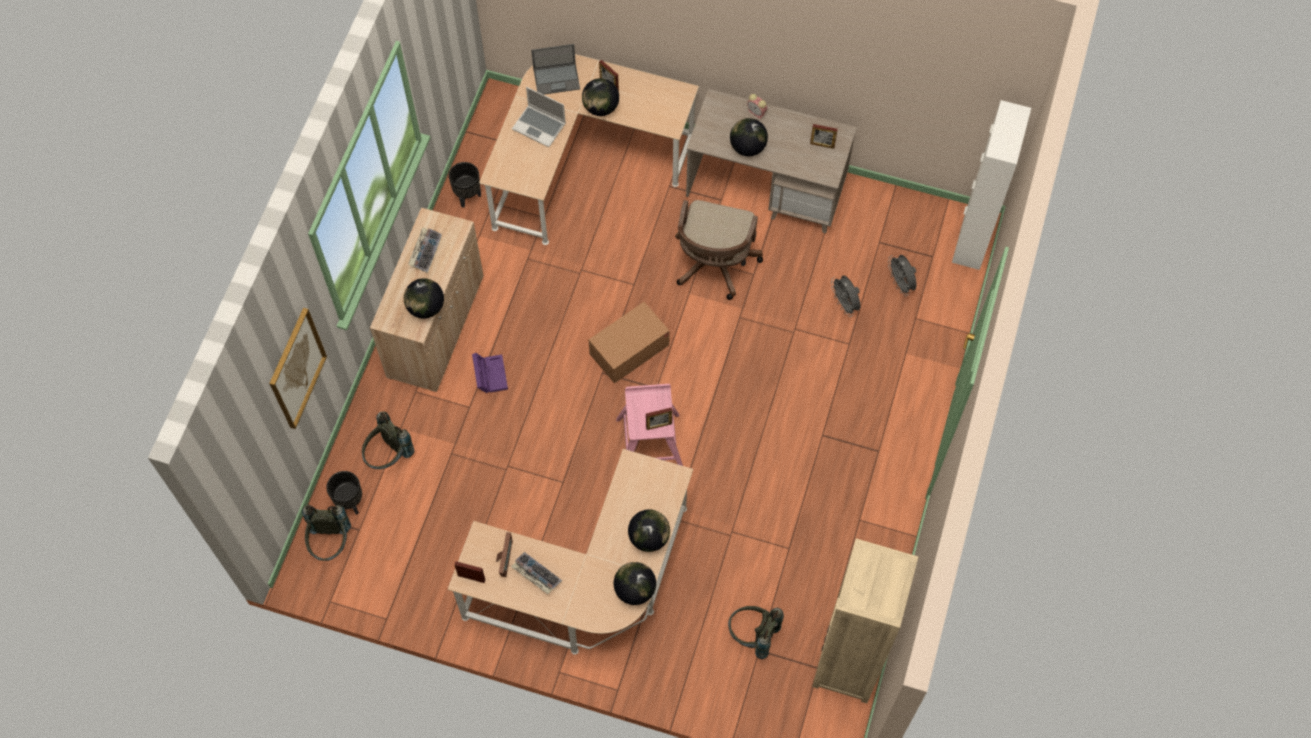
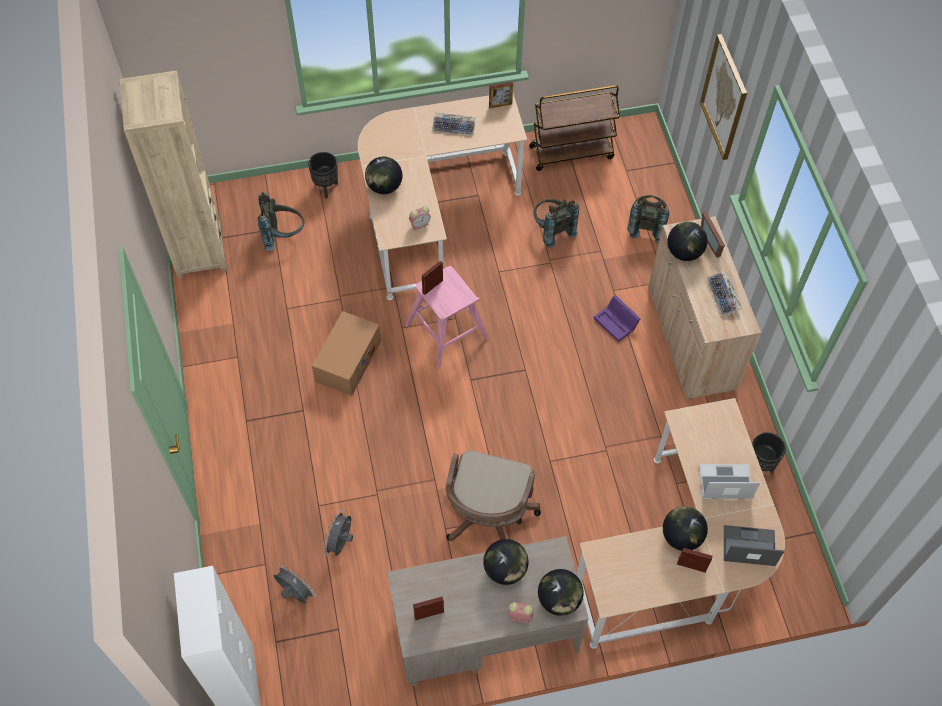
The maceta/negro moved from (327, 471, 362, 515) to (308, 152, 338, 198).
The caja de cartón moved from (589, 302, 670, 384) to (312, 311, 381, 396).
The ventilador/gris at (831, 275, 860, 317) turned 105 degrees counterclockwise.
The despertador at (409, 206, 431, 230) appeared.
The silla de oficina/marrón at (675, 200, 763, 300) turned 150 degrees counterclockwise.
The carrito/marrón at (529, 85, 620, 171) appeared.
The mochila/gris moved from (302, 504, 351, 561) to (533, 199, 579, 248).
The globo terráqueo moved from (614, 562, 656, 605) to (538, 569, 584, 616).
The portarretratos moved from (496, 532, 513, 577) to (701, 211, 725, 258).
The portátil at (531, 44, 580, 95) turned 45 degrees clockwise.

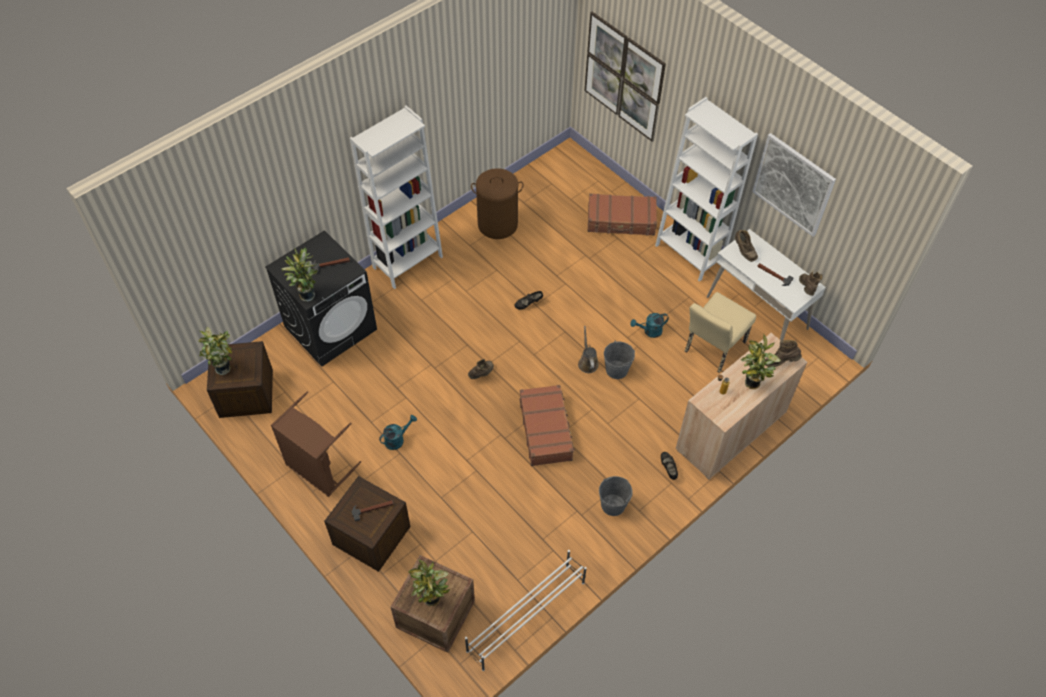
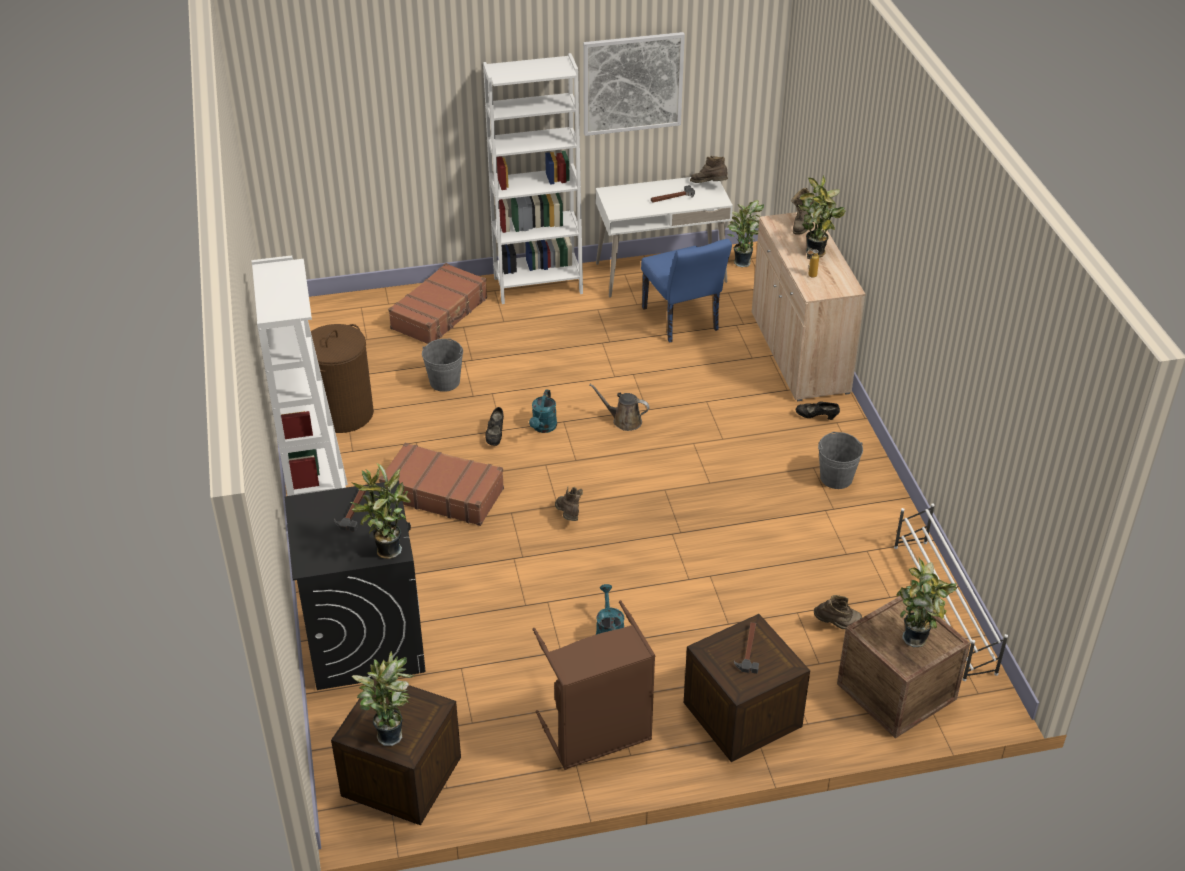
The maleta/marrón moved from (520, 385, 575, 466) to (379, 443, 504, 526).
The cubo/gris moved from (604, 340, 635, 379) to (422, 339, 463, 392).
The regadera/turquesa moved from (630, 313, 669, 338) to (529, 389, 557, 433).
The silla/beis at (685, 292, 756, 373) became the silla/azul at (641, 239, 732, 343).
The planta en maceta at (727, 200, 764, 267) appeared.
The bota/marrón moved from (735, 230, 758, 262) to (814, 595, 862, 629).
The cuadro at (585, 12, 666, 142) disappeared.

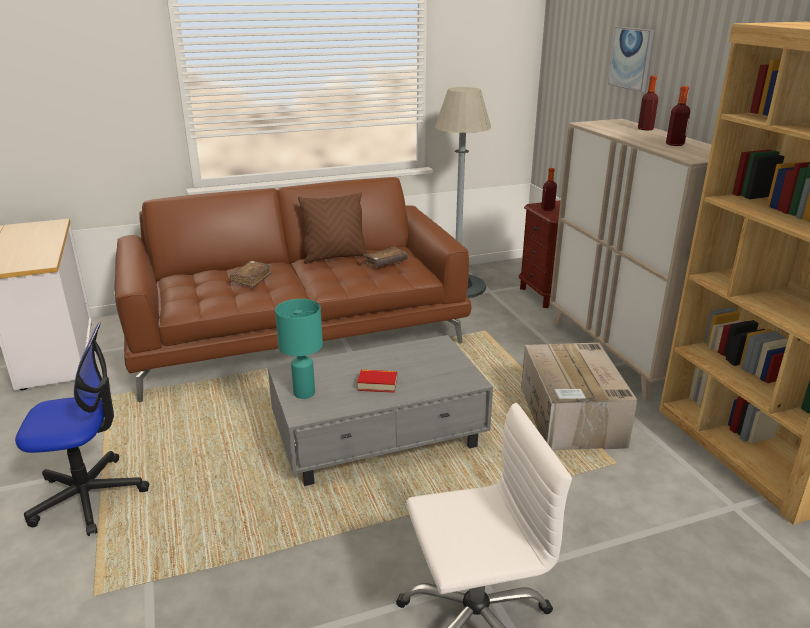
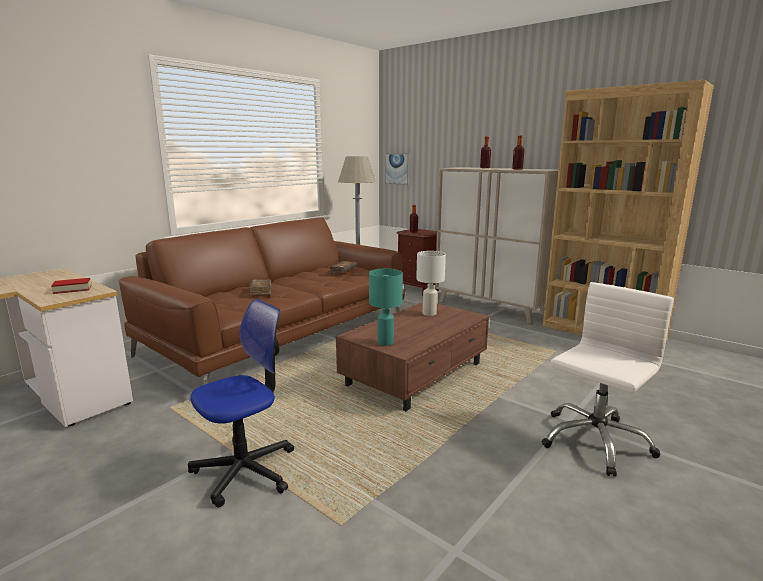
The libro moved from (357, 370, 397, 393) to (51, 278, 91, 294).
The mesa de centro/gris at (268, 335, 493, 486) became the mesa de centro/marrón at (336, 302, 489, 411).
The cuadro moved from (608, 27, 654, 92) to (385, 153, 410, 185).
The lámpara de mesa/blanco at (416, 251, 446, 316) appeared.
The cojín/marrón at (298, 192, 368, 264) disappeared.
The caja de cartón at (521, 343, 637, 450) disappeared.

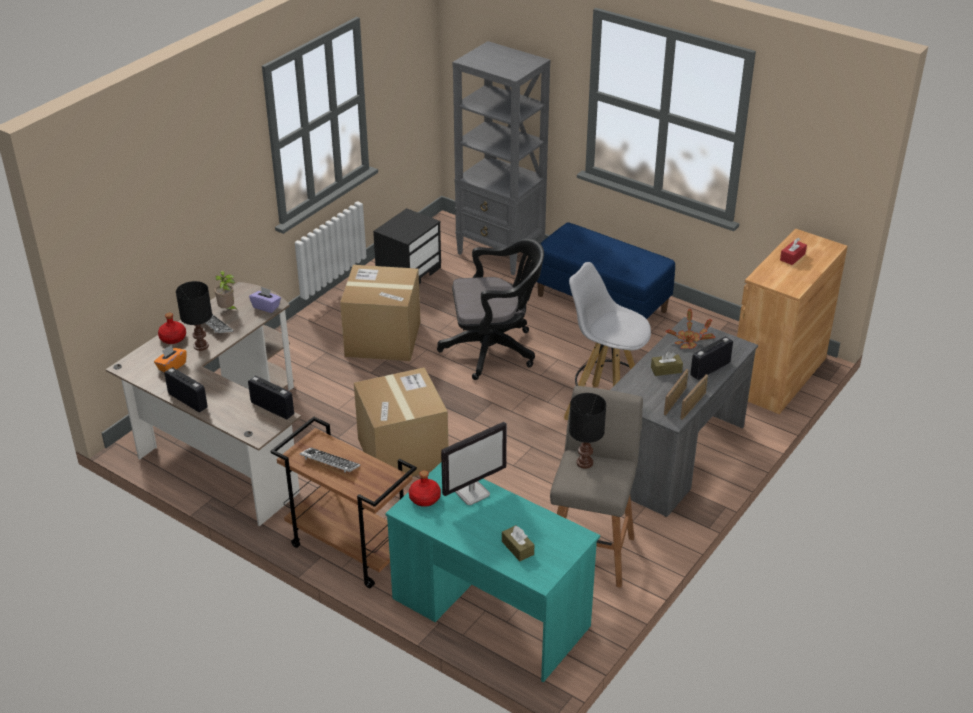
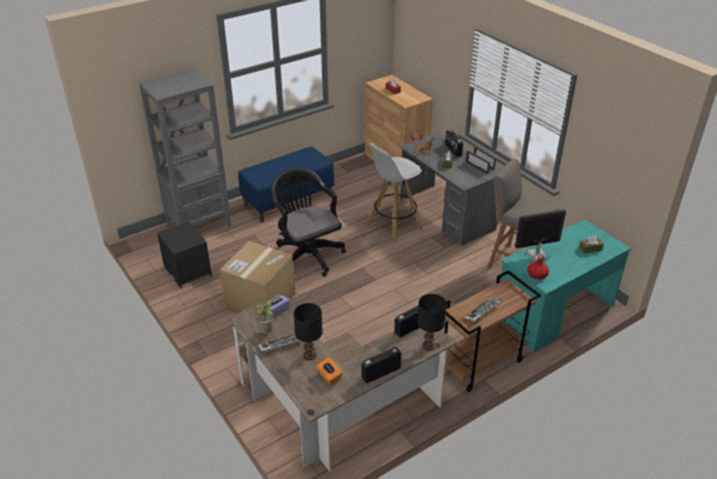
The silla de oficina/negro at (437, 238, 544, 380) turned 45 degrees counterclockwise.
The lámpara de mesa/negro moved from (569, 393, 606, 469) to (418, 294, 447, 350).
The monitor at (441, 422, 507, 505) turned 90 degrees counterclockwise.
The botella/rojo at (158, 313, 186, 344) disappeared.
The caja de cartón at (354, 367, 449, 477) disappeared.

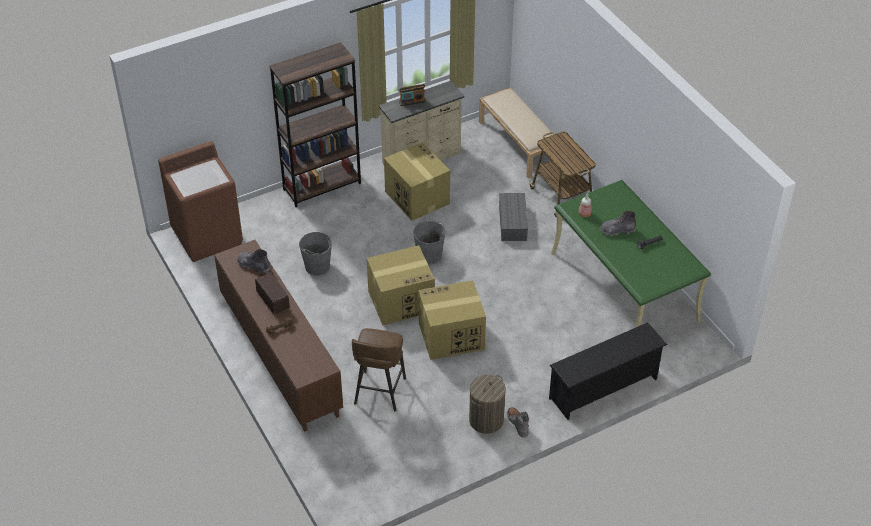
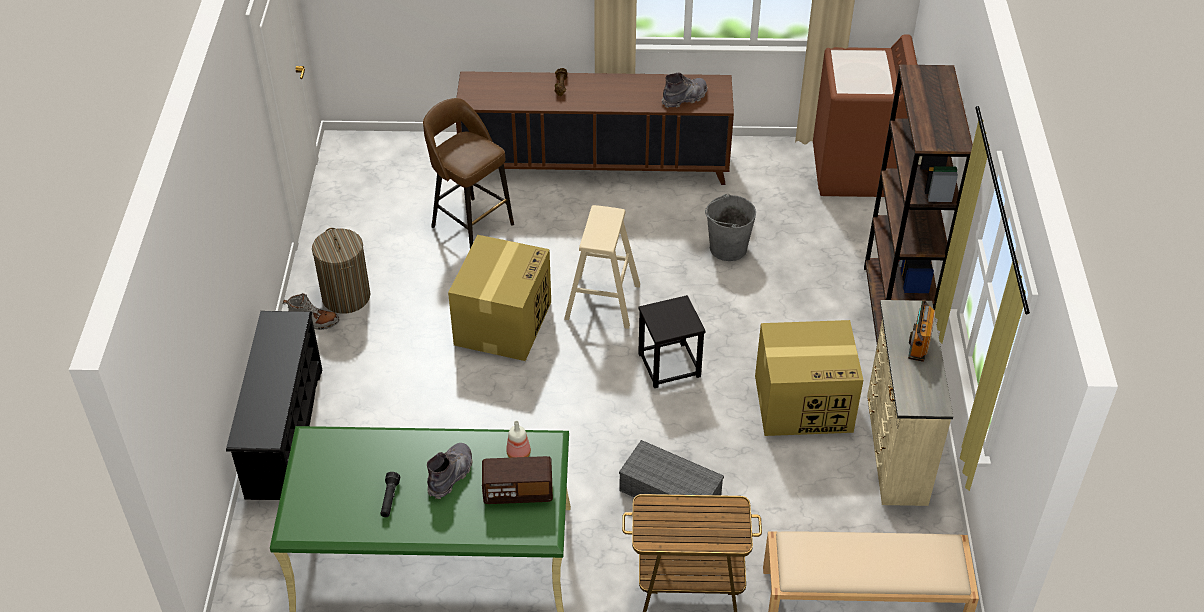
The radio moved from (255, 272, 290, 314) to (482, 456, 553, 504).
The caja de cartón at (367, 245, 435, 325) was replaced by the taburete/beis at (564, 205, 640, 329).
The cubo/gris at (413, 221, 446, 264) was replaced by the taburete/negro at (638, 295, 706, 388).

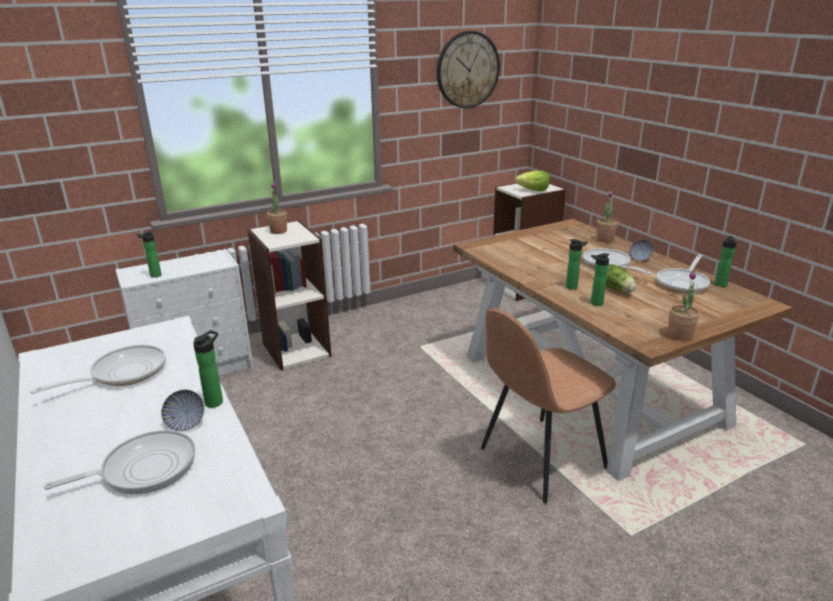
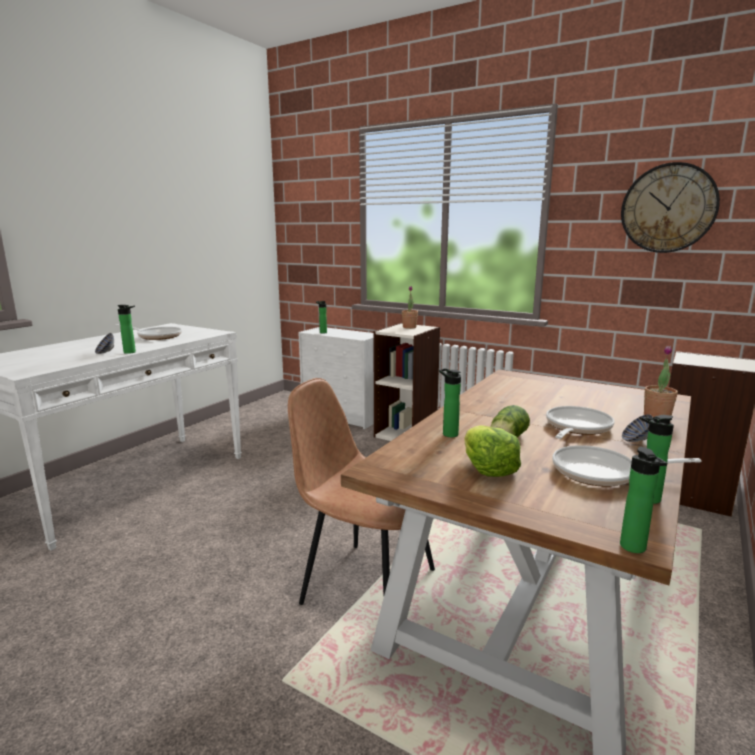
The lechuga moved from (515, 171, 550, 191) to (465, 425, 521, 477).
The botella moved from (566, 239, 588, 290) to (620, 447, 667, 553).
The sartén at (44, 430, 195, 495) disappeared.
The planta en maceta at (668, 271, 700, 341) disappeared.

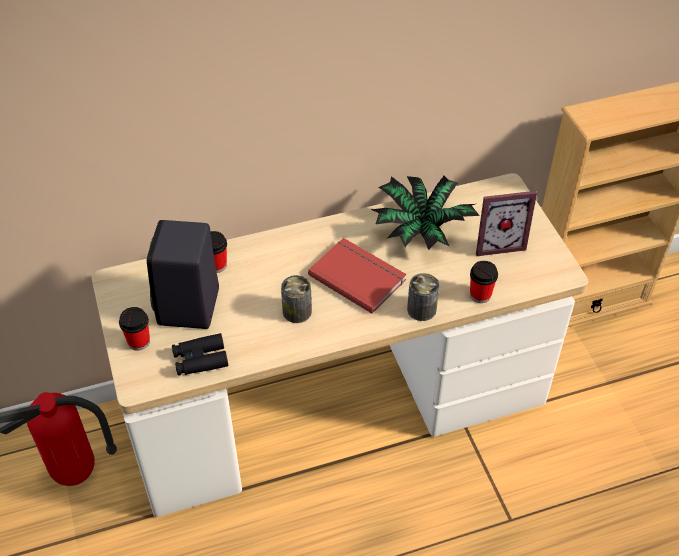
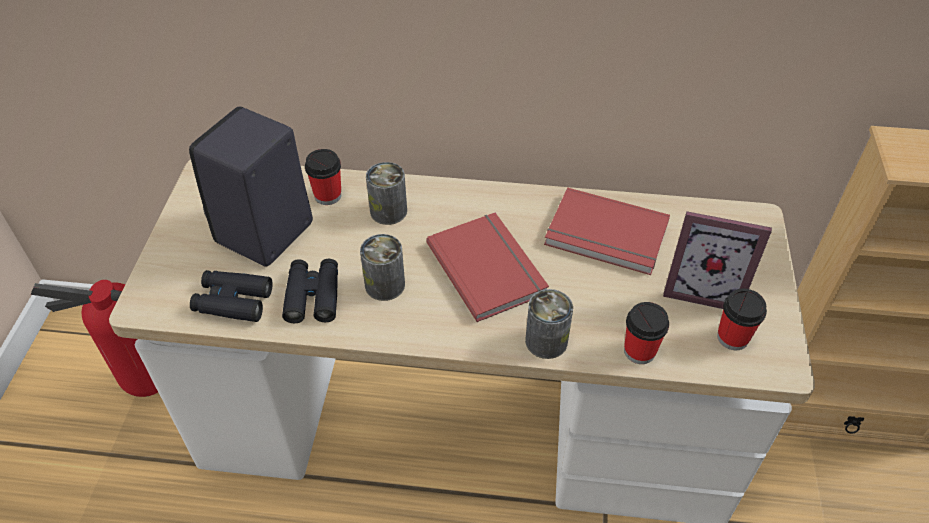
The prismáticos/negro at (282, 259, 338, 323) appeared.
The lata at (366, 162, 407, 225) appeared.
The planta en maceta at (370, 176, 480, 250) was replaced by the libro/rojo at (544, 187, 670, 275).
The taza moved from (119, 307, 150, 351) to (717, 288, 767, 350).

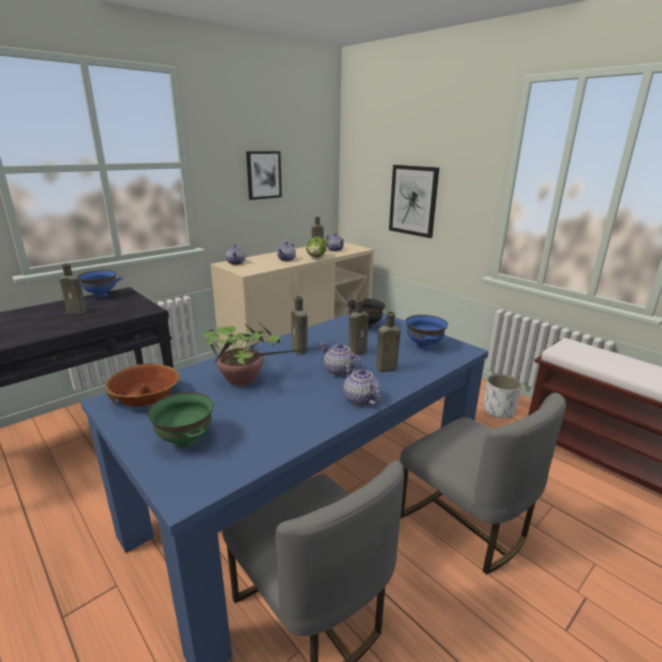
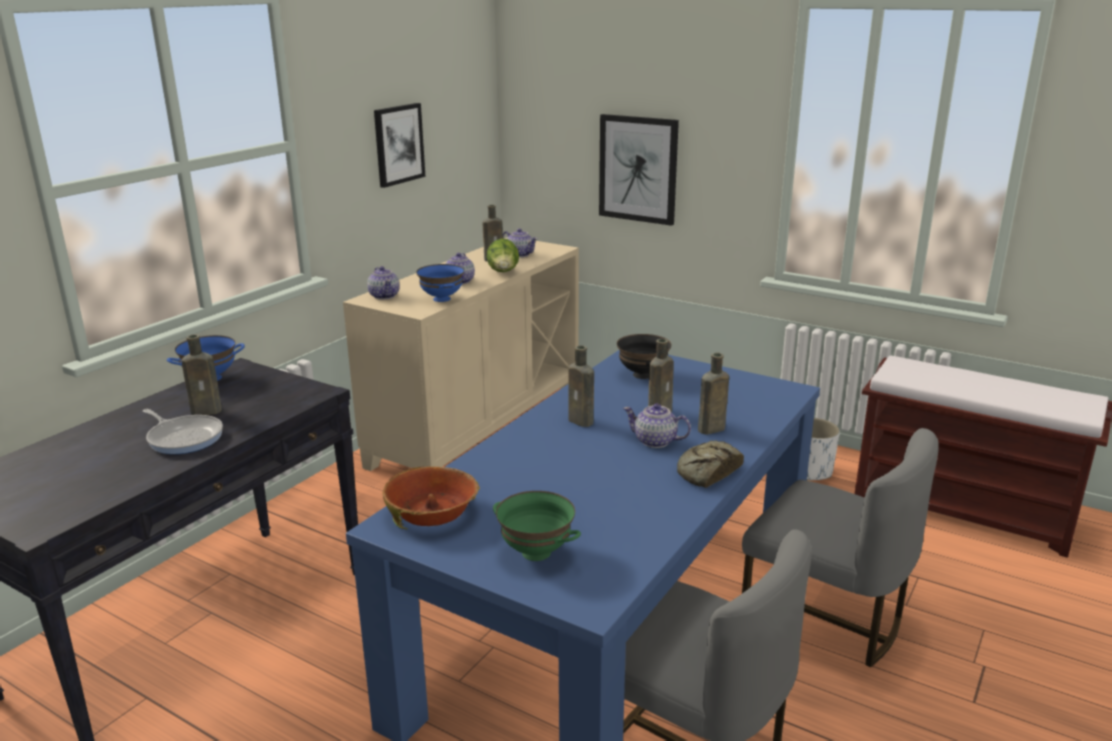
The sartén at (143, 409, 223, 454) appeared.
The cuenco/azul moved from (405, 315, 448, 349) to (416, 264, 464, 302).
The tetera at (344, 365, 381, 406) was replaced by the pan at (677, 440, 744, 488).
The planta en maceta at (199, 323, 326, 386) disappeared.

